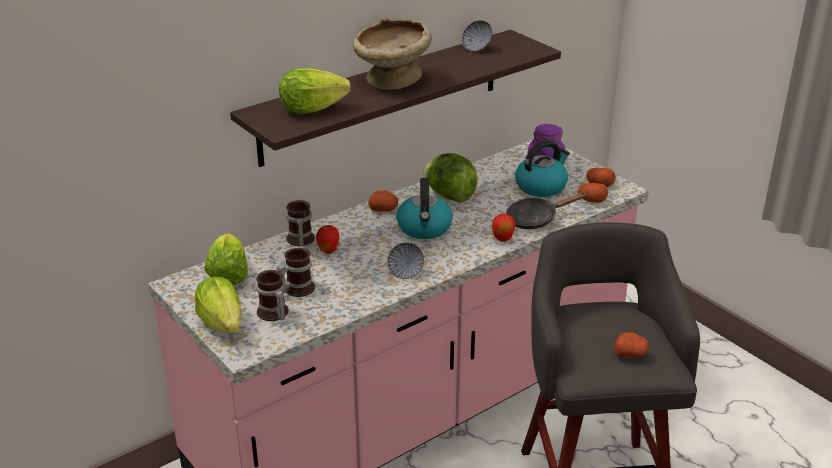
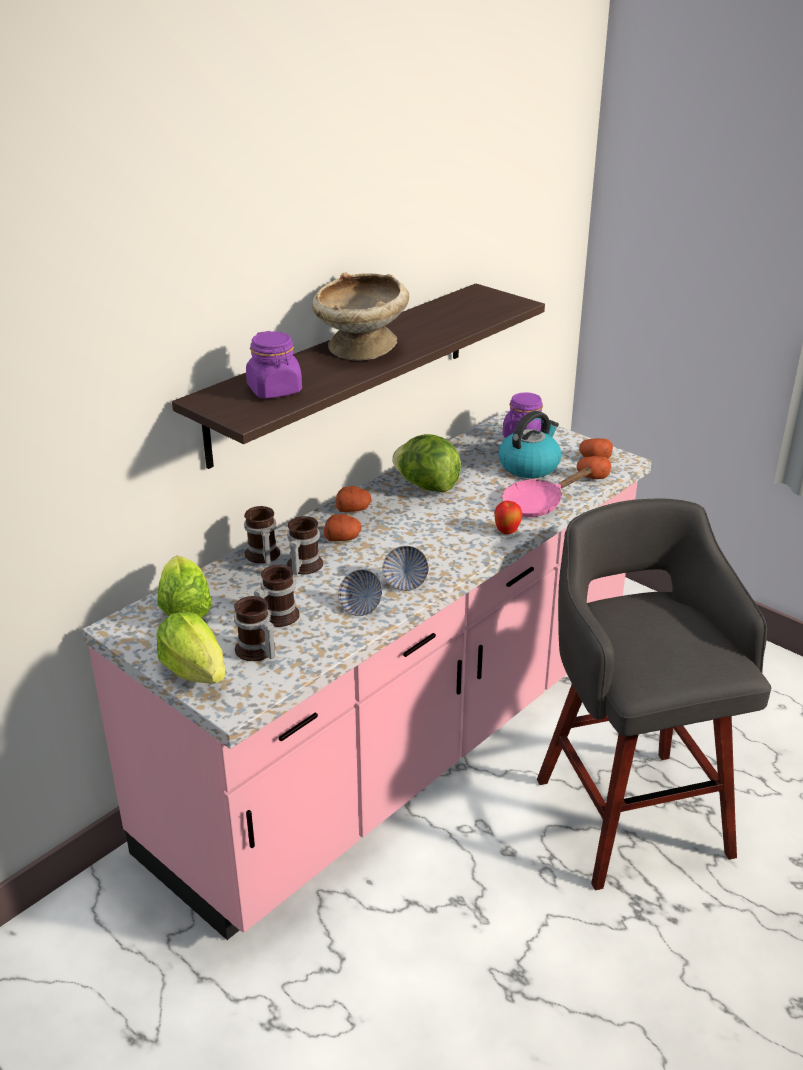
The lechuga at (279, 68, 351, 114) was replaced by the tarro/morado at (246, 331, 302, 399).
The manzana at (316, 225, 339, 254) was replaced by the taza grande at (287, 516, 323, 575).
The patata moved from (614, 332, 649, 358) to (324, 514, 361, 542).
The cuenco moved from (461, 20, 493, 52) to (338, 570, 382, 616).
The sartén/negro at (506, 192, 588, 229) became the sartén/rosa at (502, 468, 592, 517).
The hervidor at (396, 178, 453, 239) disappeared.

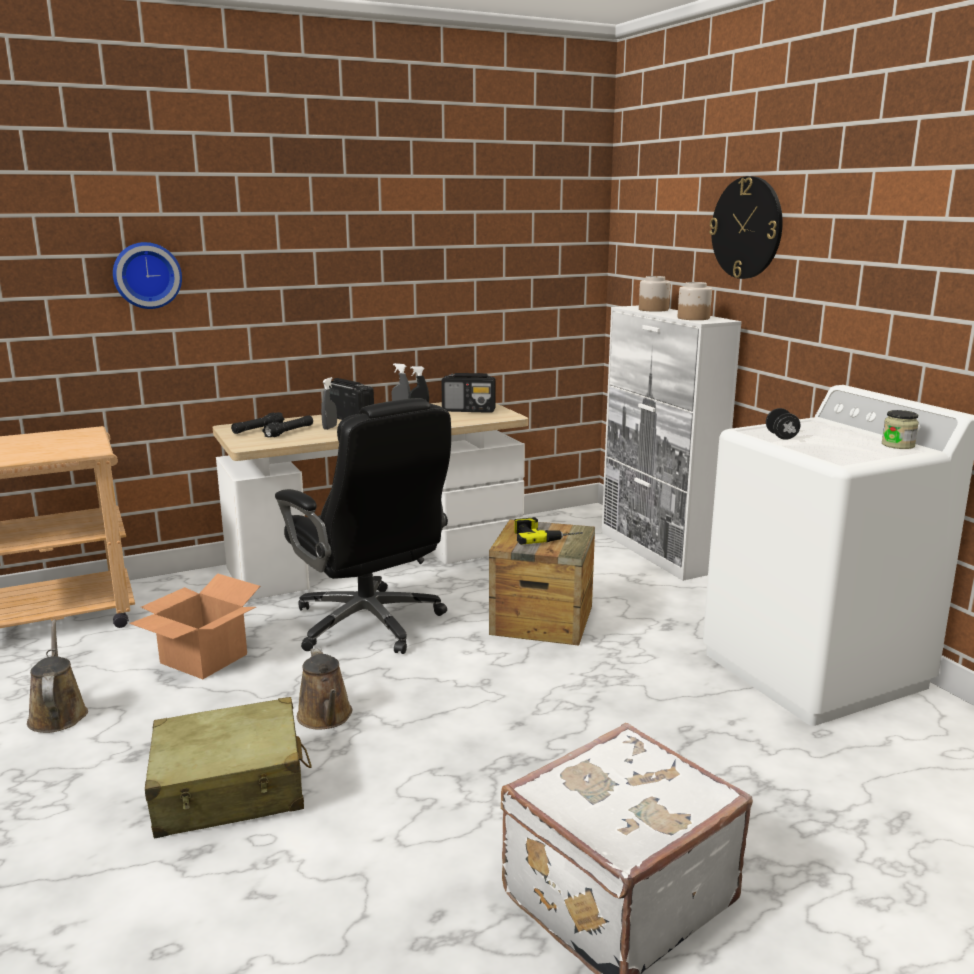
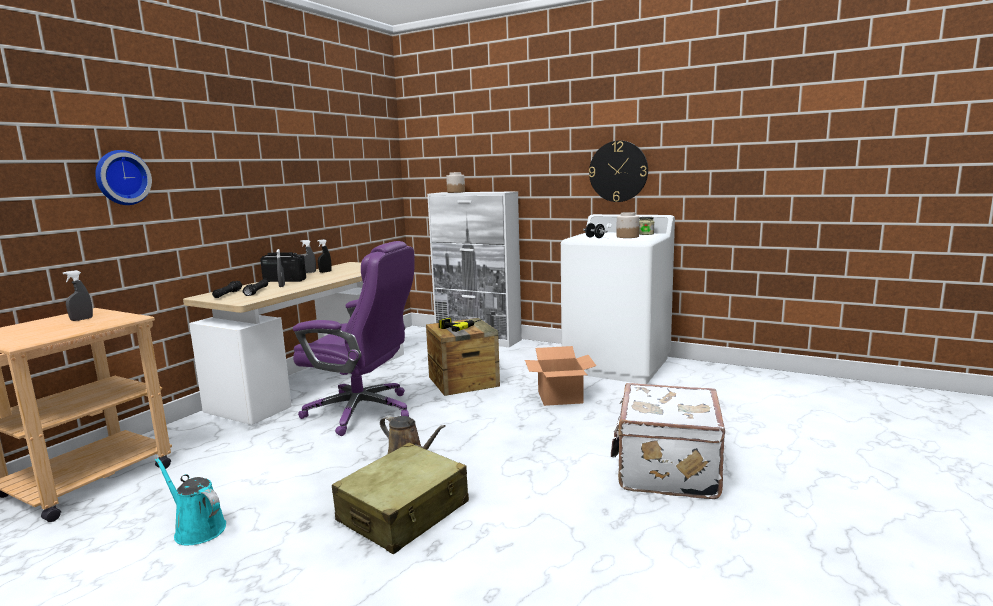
The pulverizador/gris at (63, 270, 93, 321) appeared.
The regadera/marrón at (27, 620, 88, 733) became the regadera/turquesa at (155, 458, 226, 545).
The silla de oficina/negro at (275, 398, 451, 654) became the silla de oficina/morado at (293, 241, 415, 436).
The caja de cartón moved from (129, 573, 260, 679) to (525, 346, 596, 406).
The reloj de pared moved from (709, 176, 783, 279) to (589, 141, 648, 202).
The tarro moved from (678, 282, 712, 320) to (616, 212, 639, 238).
The radio at (441, 373, 496, 413) disappeared.

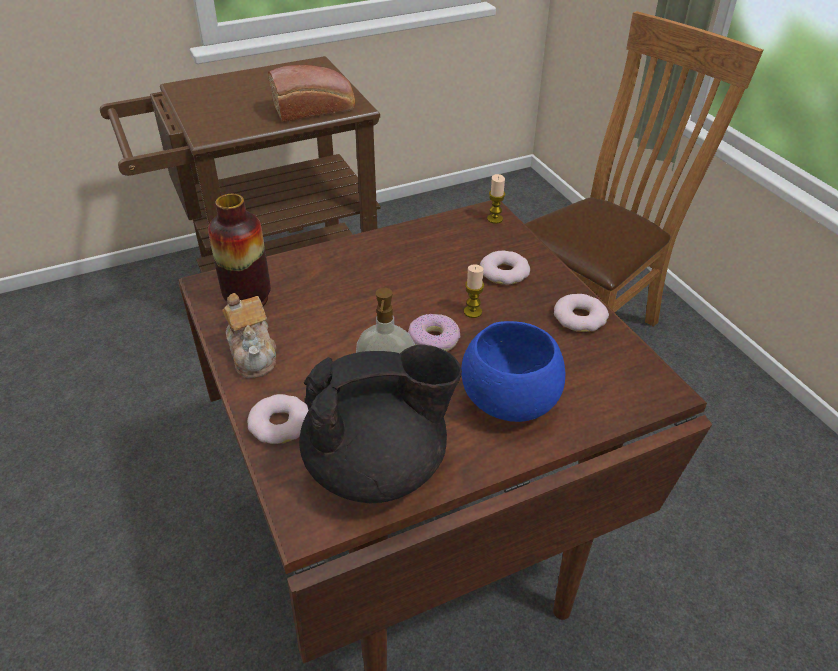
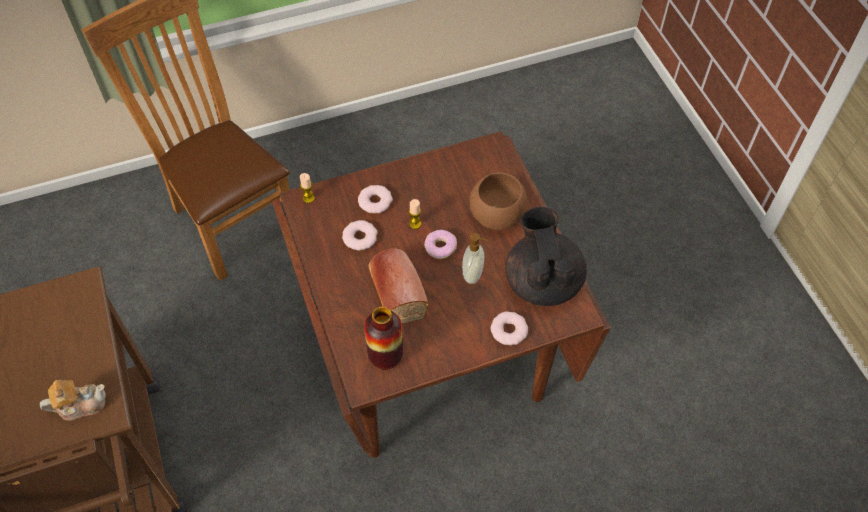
The tetera moved from (222, 293, 276, 378) to (40, 380, 106, 421).
The rosquilla moved from (554, 294, 609, 332) to (342, 220, 378, 251).
The pan moved from (268, 65, 355, 122) to (368, 248, 429, 324).
The cuenco/azul at (461, 321, 565, 422) became the cuenco/marrón at (469, 172, 527, 230).

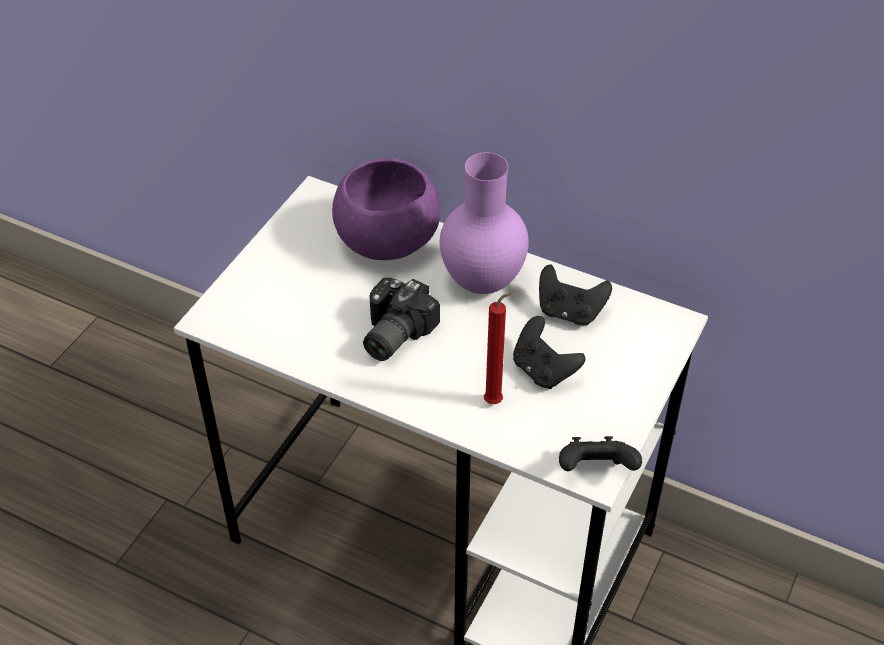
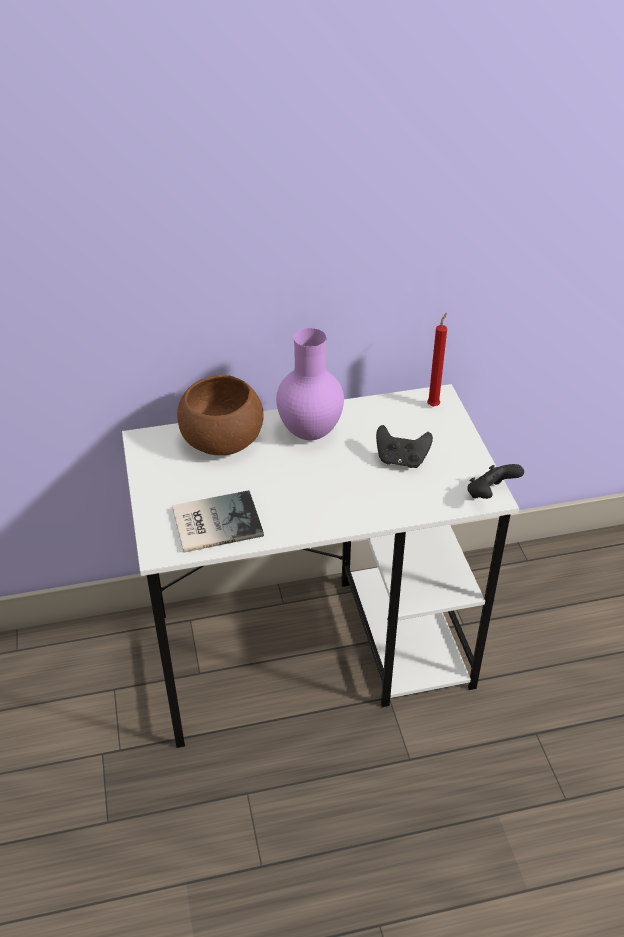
The libro at (172, 490, 264, 553) appeared.
The cuenco/morado at (332, 158, 441, 260) became the cuenco/marrón at (177, 375, 263, 455).
The vela/rojo moved from (484, 290, 514, 404) to (427, 313, 447, 407).
The cámara at (363, 278, 440, 361) disappeared.
The mando de consola/negro at (539, 265, 612, 325) disappeared.

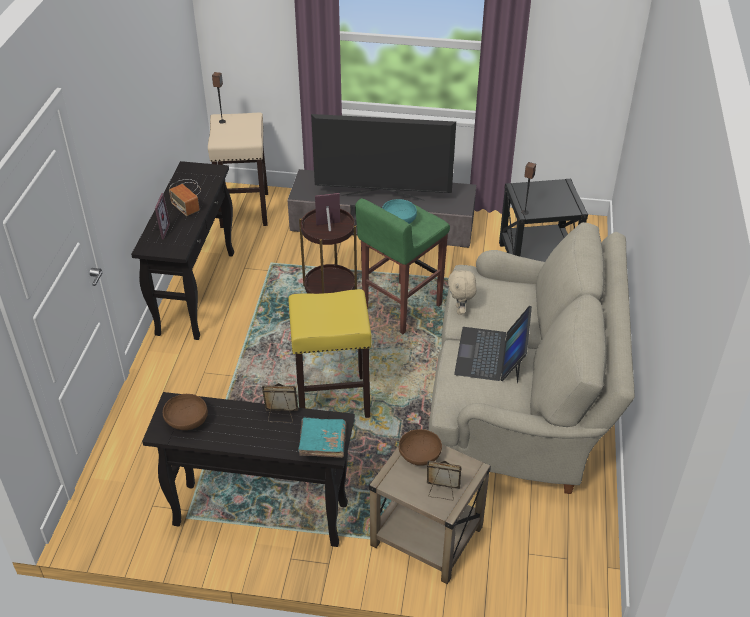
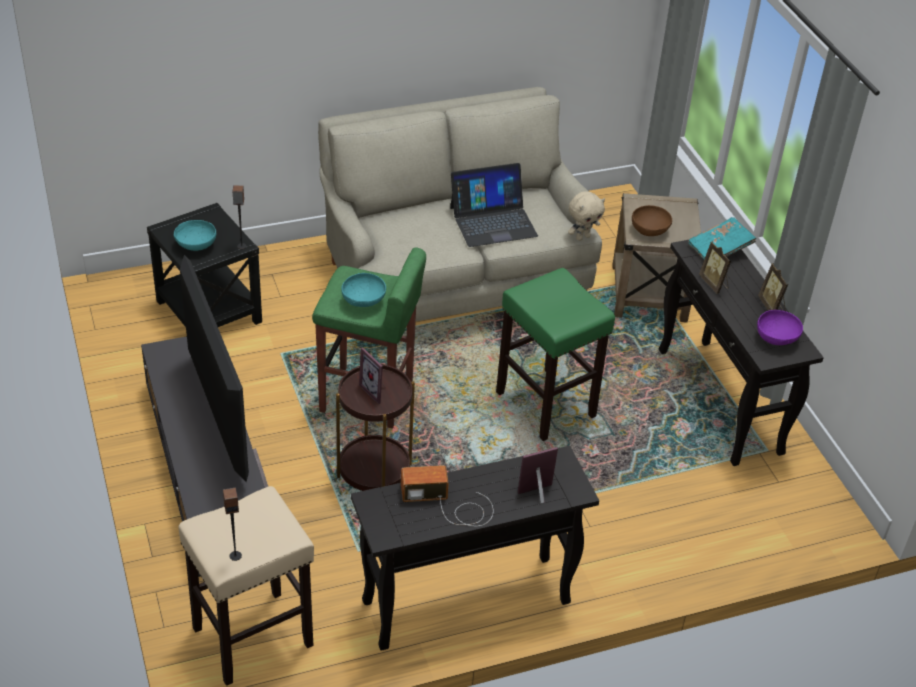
The cuenco/turquesa at (173, 220, 216, 251) appeared.
The radio at (169, 179, 201, 216) turned 120 degrees counterclockwise.
The taburete/amarillo at (288, 289, 371, 418) became the taburete/verde at (496, 268, 615, 441).
The peluche/beis moved from (448, 268, 477, 315) to (568, 191, 605, 241).
The cuenco/marrón at (163, 394, 208, 430) became the cuenco/morado at (757, 310, 803, 345).
The portarretratos moved from (427, 460, 461, 501) to (758, 263, 788, 311).

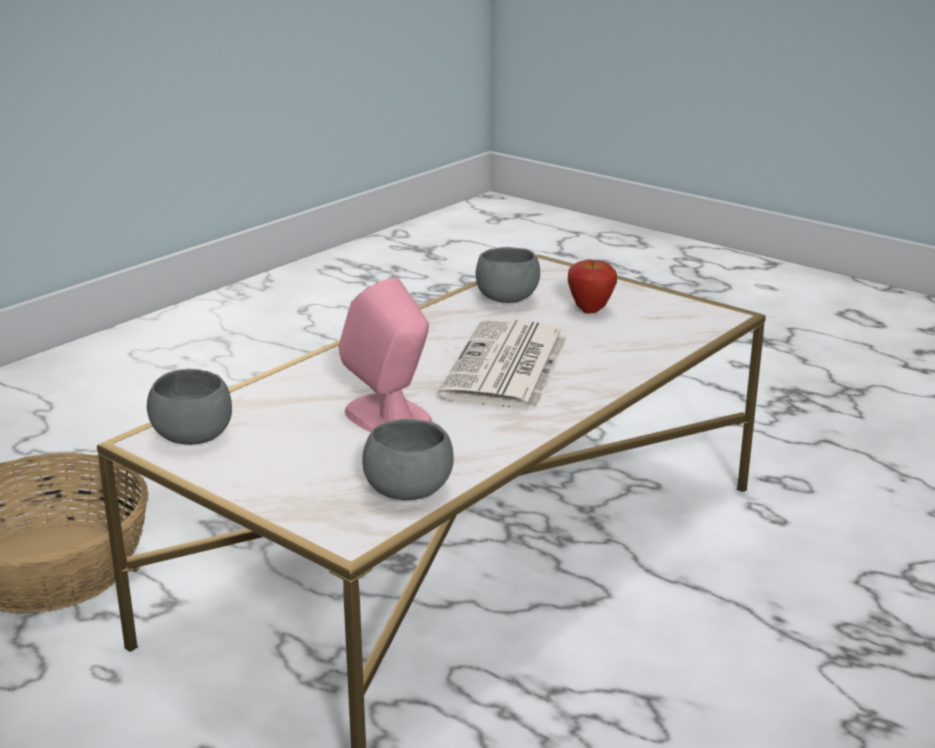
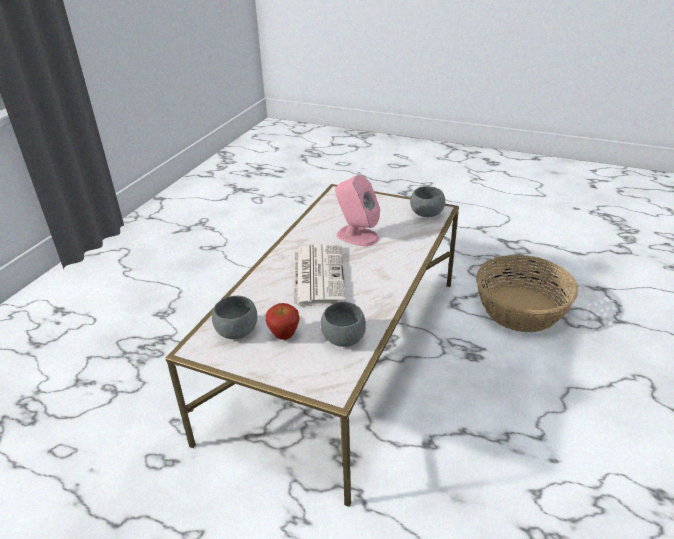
The cuenco/gris moved from (362, 419, 454, 500) to (212, 296, 257, 339).

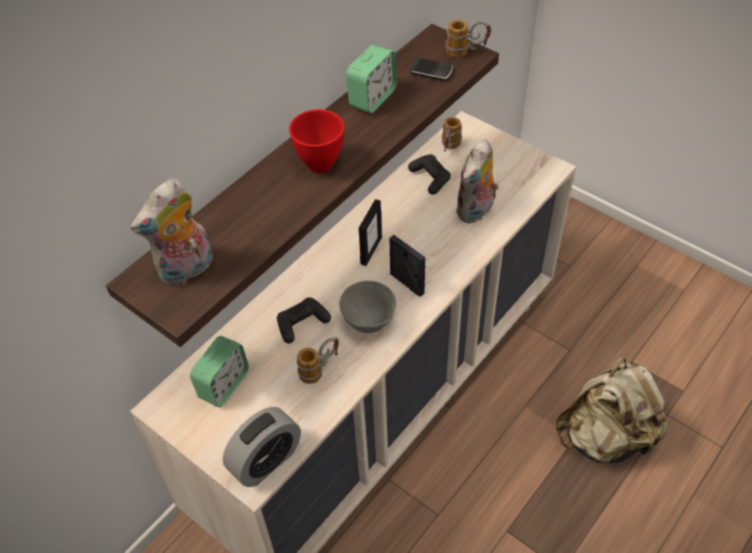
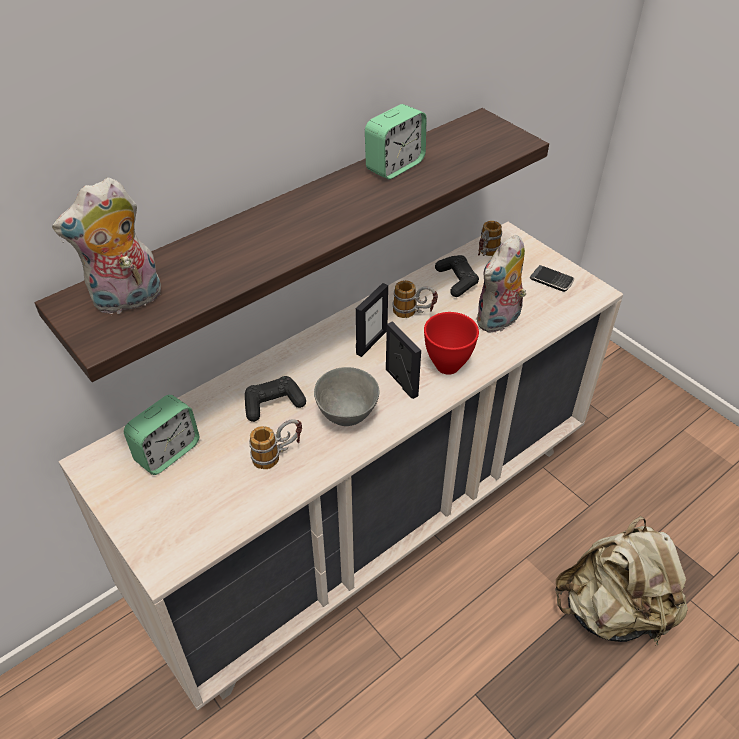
The taza grande moved from (446, 20, 491, 58) to (393, 280, 438, 318).
The cuenco/rojo moved from (289, 109, 344, 173) to (424, 312, 479, 375).
The móvil moved from (408, 58, 453, 81) to (530, 265, 574, 292).
The despertador at (223, 407, 301, 487) disappeared.

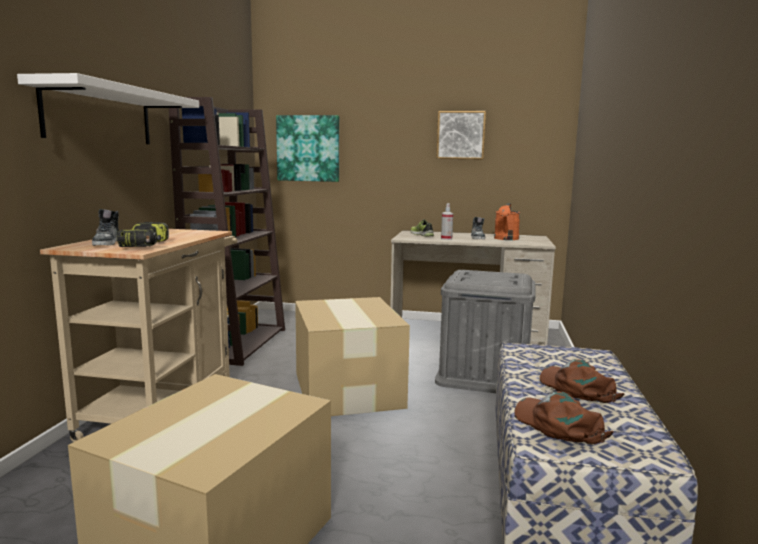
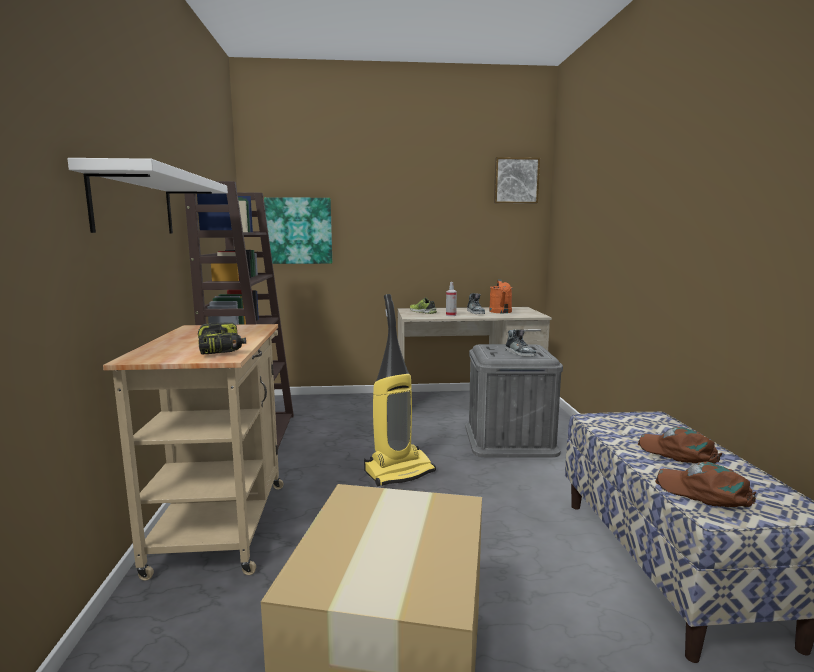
The caja de cartón at (295, 297, 410, 416) was replaced by the aspiradora at (364, 294, 436, 486).
The cuadro moved from (436, 111, 486, 160) to (494, 157, 540, 204).
The zapato moved from (92, 209, 119, 246) to (505, 330, 536, 357).

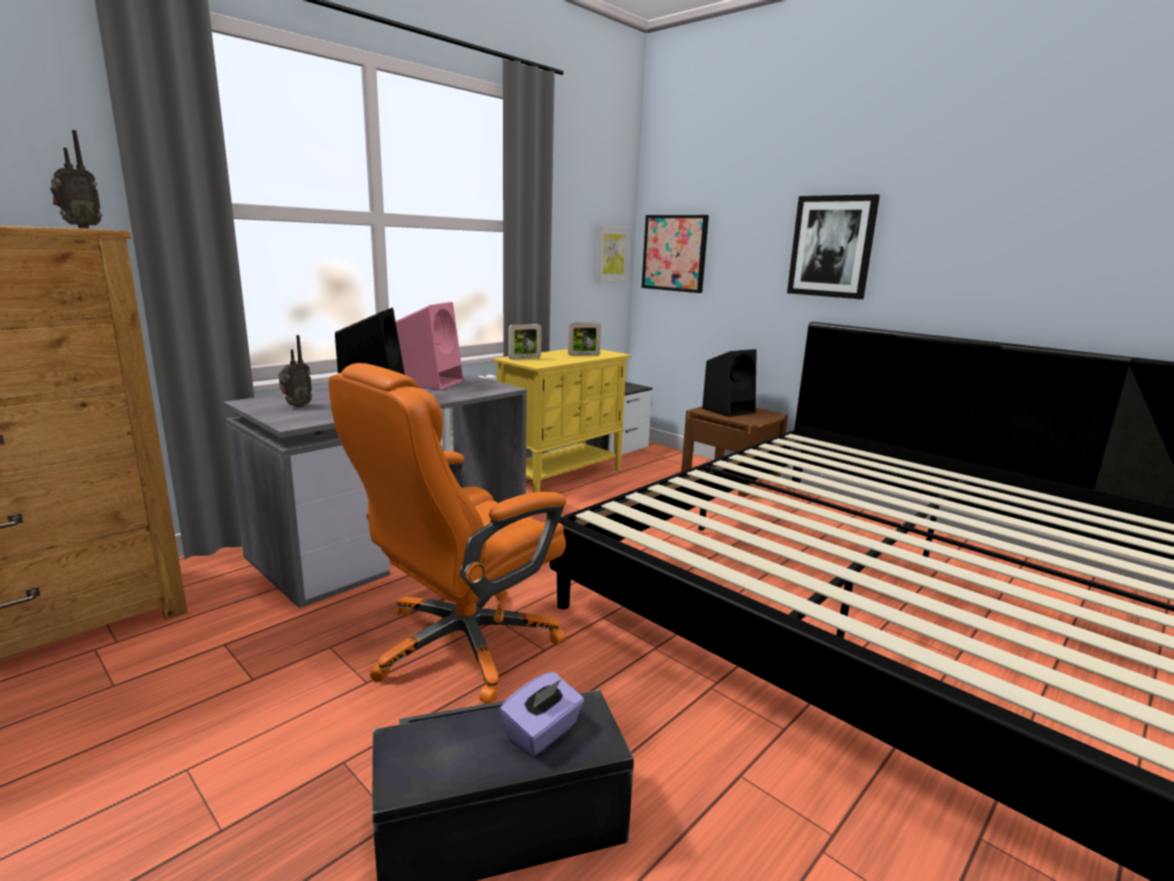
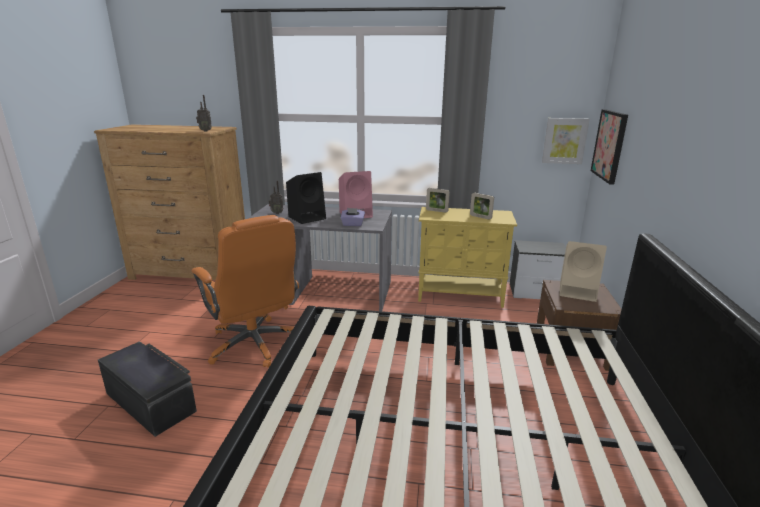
The silla de oficina/naranja at (328, 363, 566, 703) turned 135 degrees counterclockwise.
The caja de pañuelos/morado moved from (499, 672, 584, 756) to (341, 208, 365, 226).
The altavoz/negro at (702, 349, 757, 417) became the altavoz/beis at (559, 241, 607, 302).
The cuadro at (787, 194, 880, 299) disappeared.

